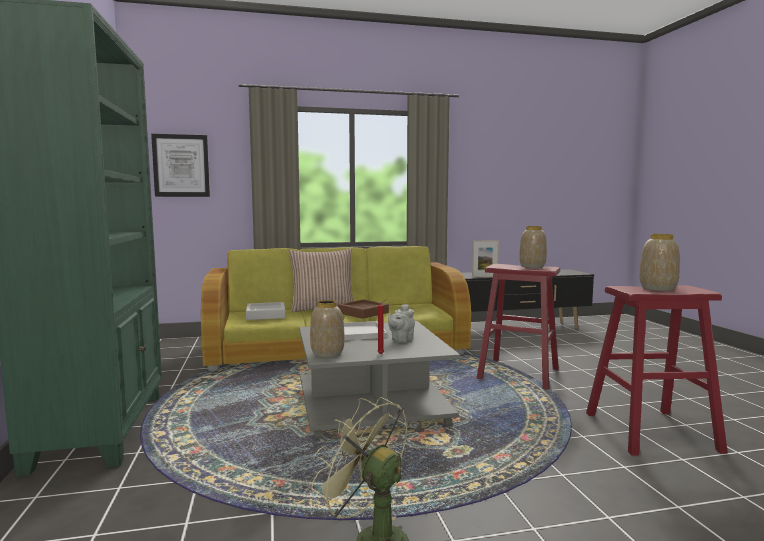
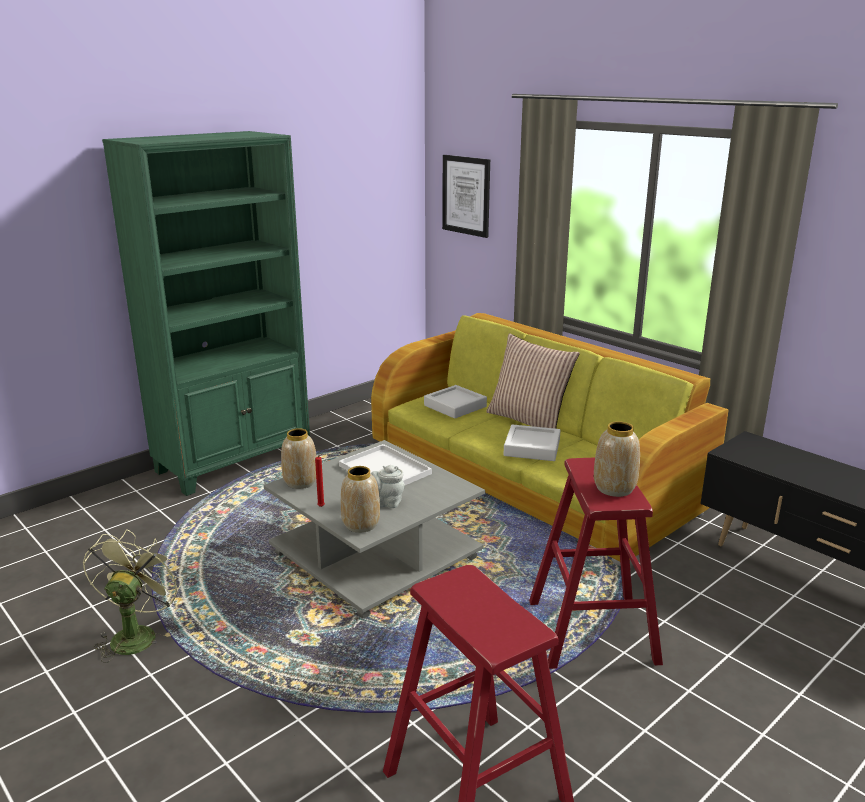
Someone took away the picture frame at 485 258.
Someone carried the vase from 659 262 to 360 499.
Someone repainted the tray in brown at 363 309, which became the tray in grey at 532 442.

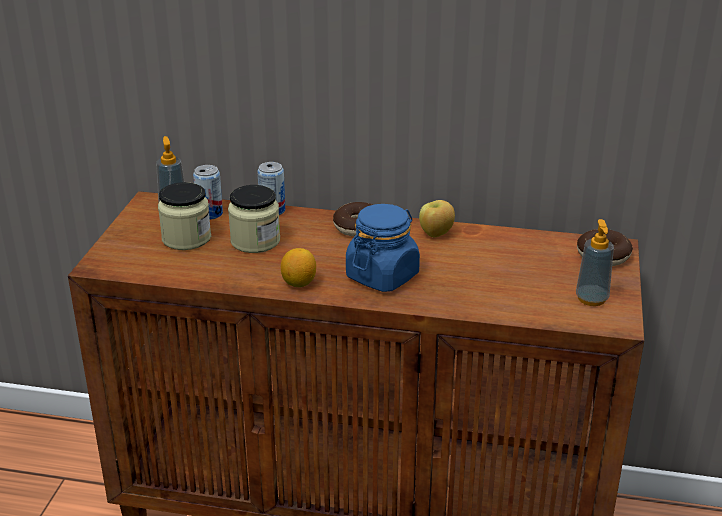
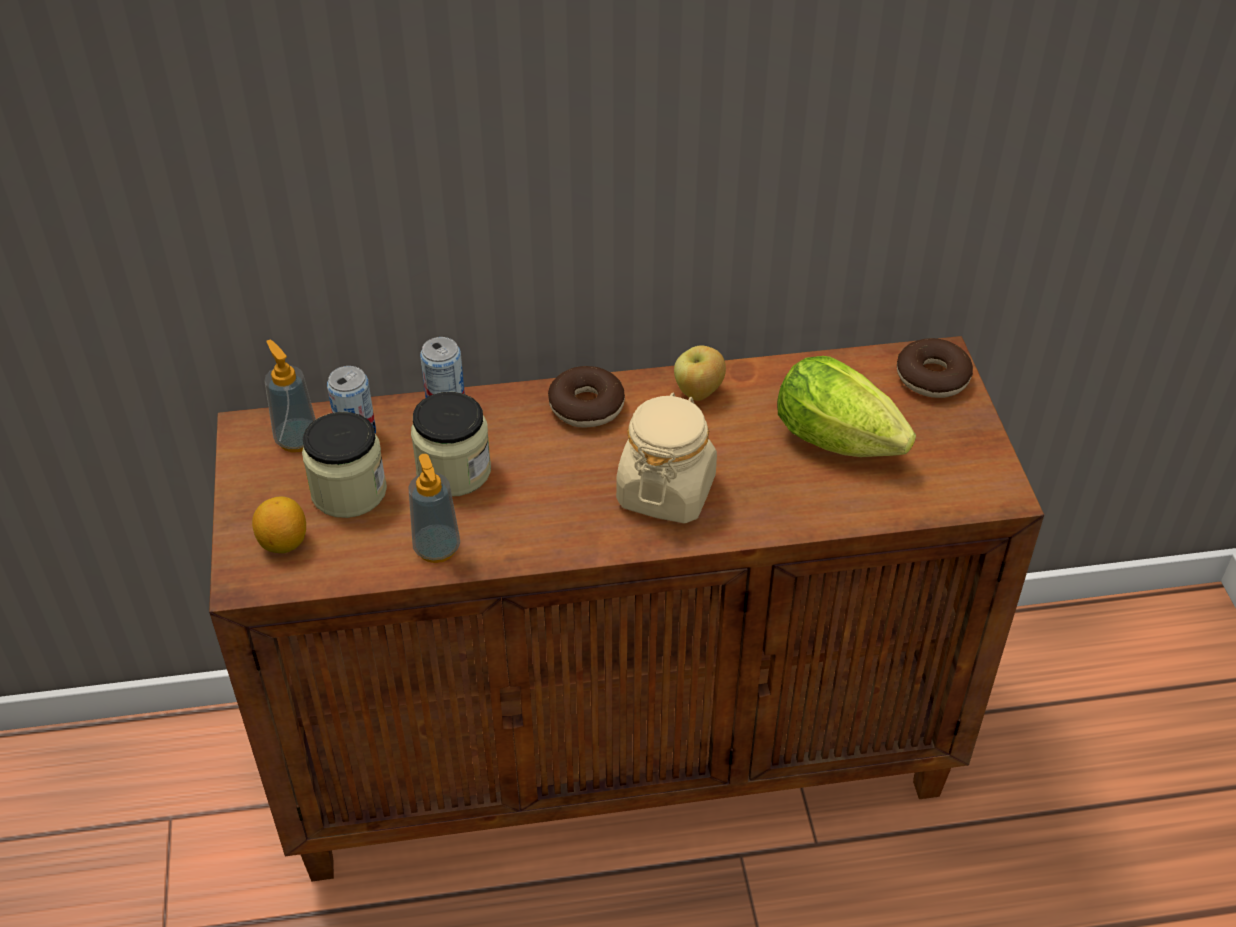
Someone put down the lettuce at 846 406.
Someone carried the lemon from 298 267 to 279 524.
Someone carried the soap dispenser from 595 262 to 434 508.
Someone repainted the jar in blue at 383 248, which became the jar in beige at 666 458.

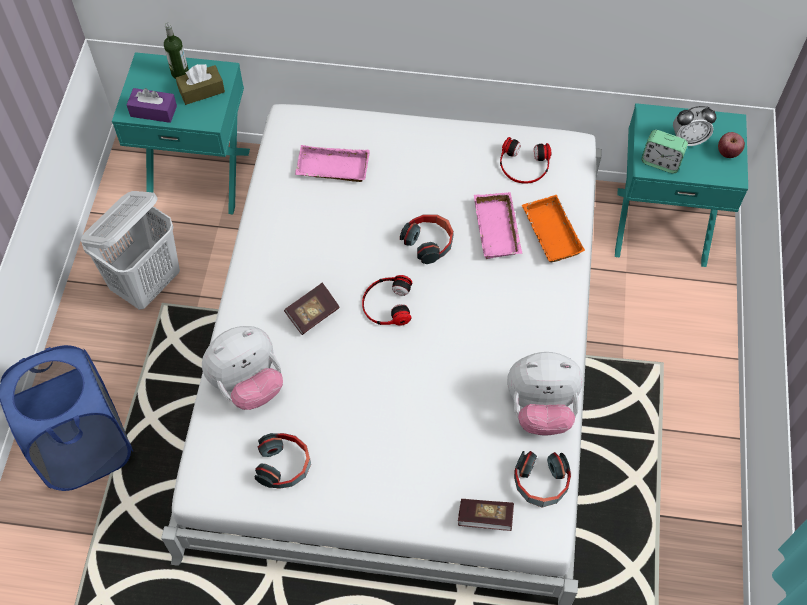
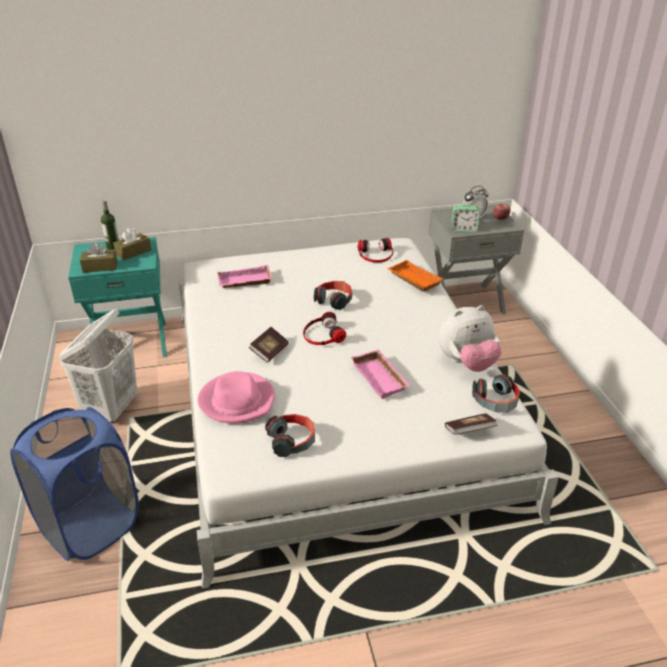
Someone carried the tray in pink from 498 225 to 380 374.
Someone swapped the plush toy at 242 368 for the hat in pink at 236 397.
Someone repainted the tissue box in purple at 152 105, which became the tissue box in brown at 99 258.
Someone repainted the nightstand in turquoise at 681 185, which became the nightstand in grey at 476 259.

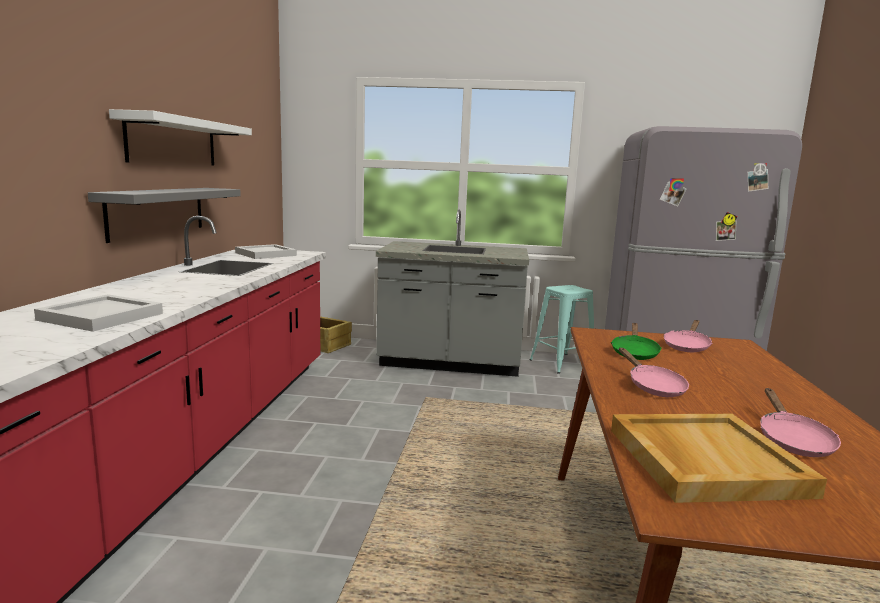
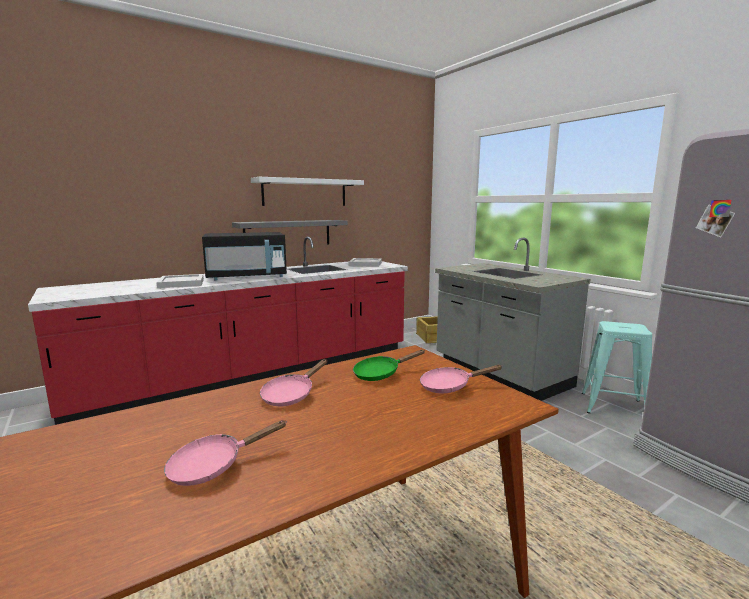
Someone took away the tray in beige at 719 458.
Someone put down the microwave in black at 244 256.

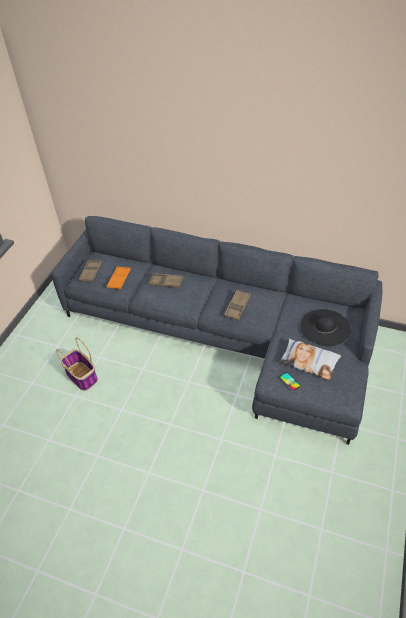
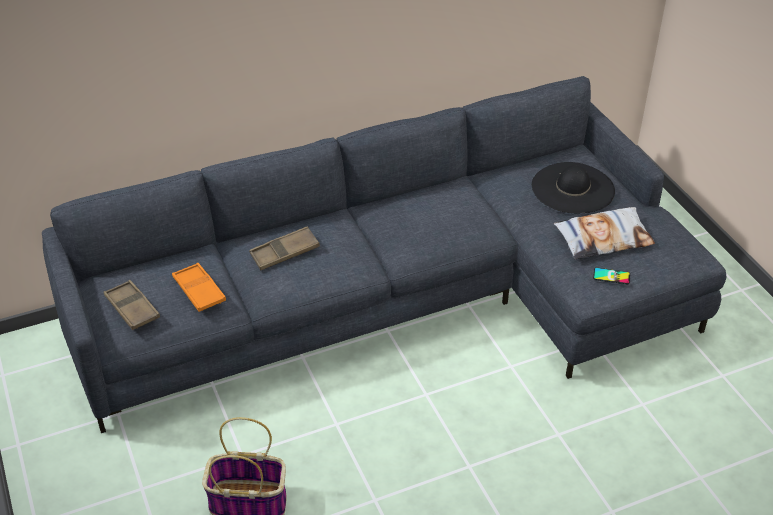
Someone took away the tray in brown at 237 305.

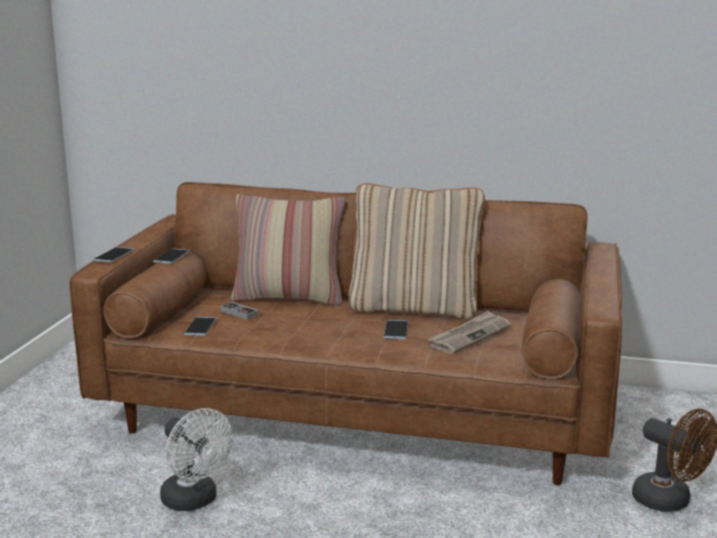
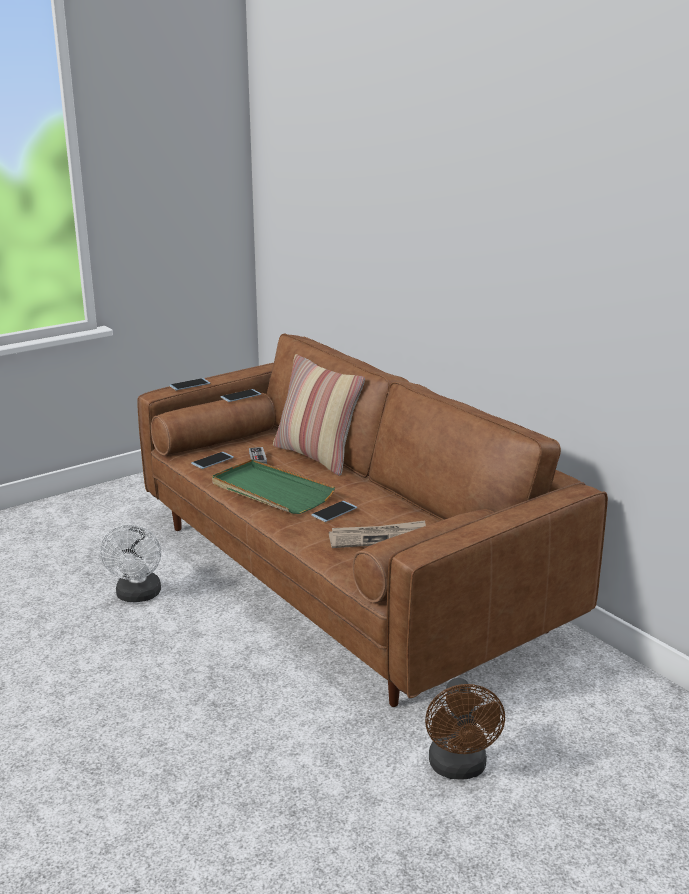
Someone took away the pillow in beige at 417 251.
Someone put down the tray in green at 273 486.

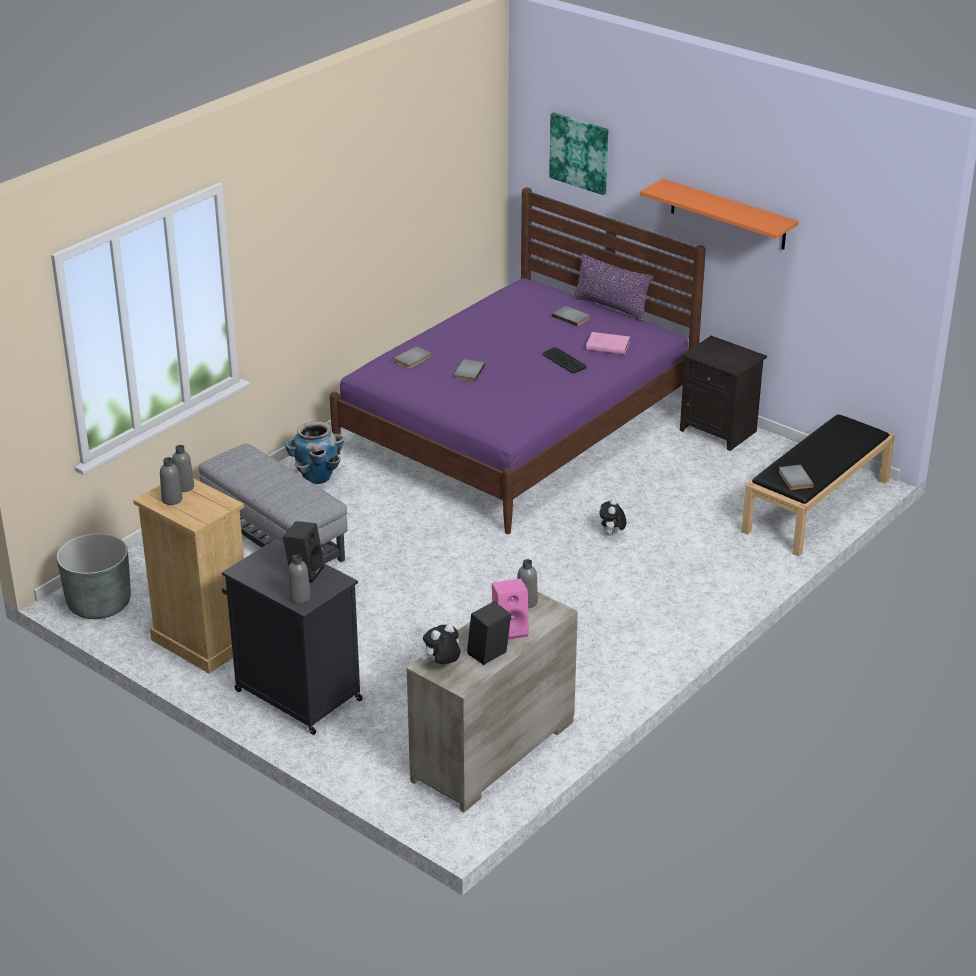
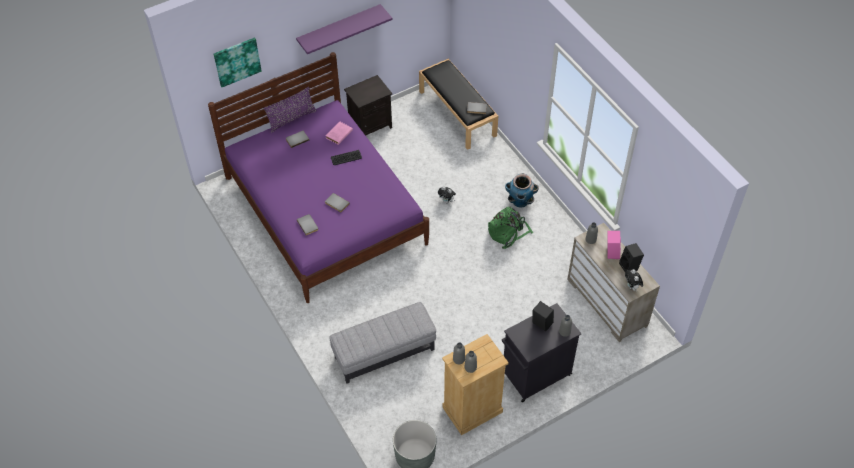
Someone put down the backpack in green at 510 228.
Someone carried the planter from 315 452 to 522 190.
Someone repainted the shelf in orange at 719 214, which became the shelf in purple at 344 29.

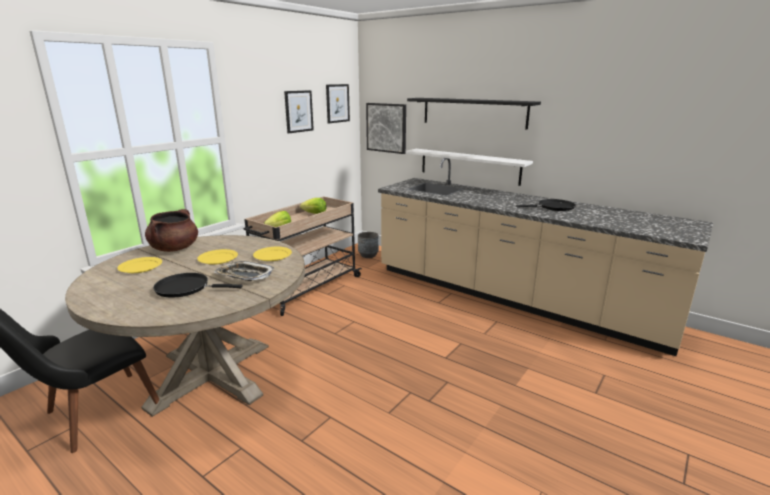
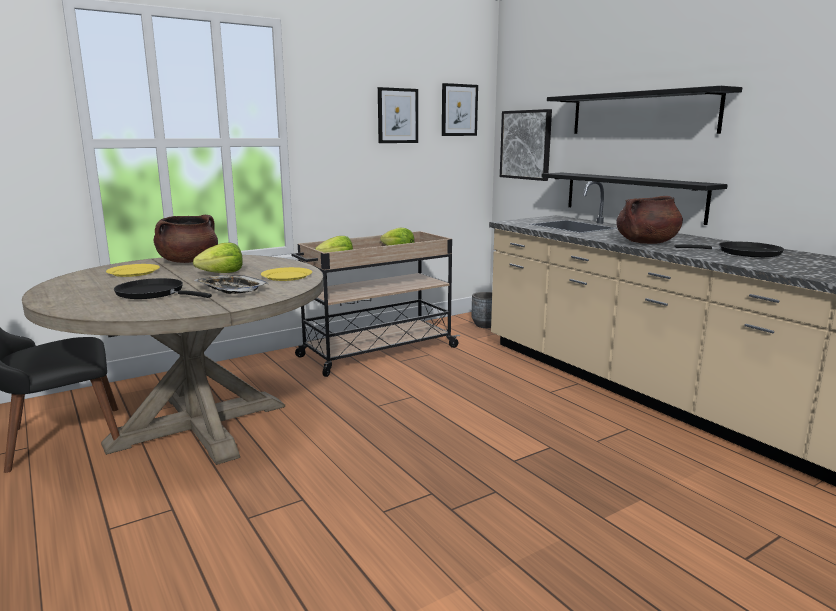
Someone put down the cooking pot in brown at 649 220.
Someone swapped the plate in yellow at 217 257 for the lettuce at 218 258.
Someone repainted the shelf in white at 469 167, which became the shelf in black at 635 199.

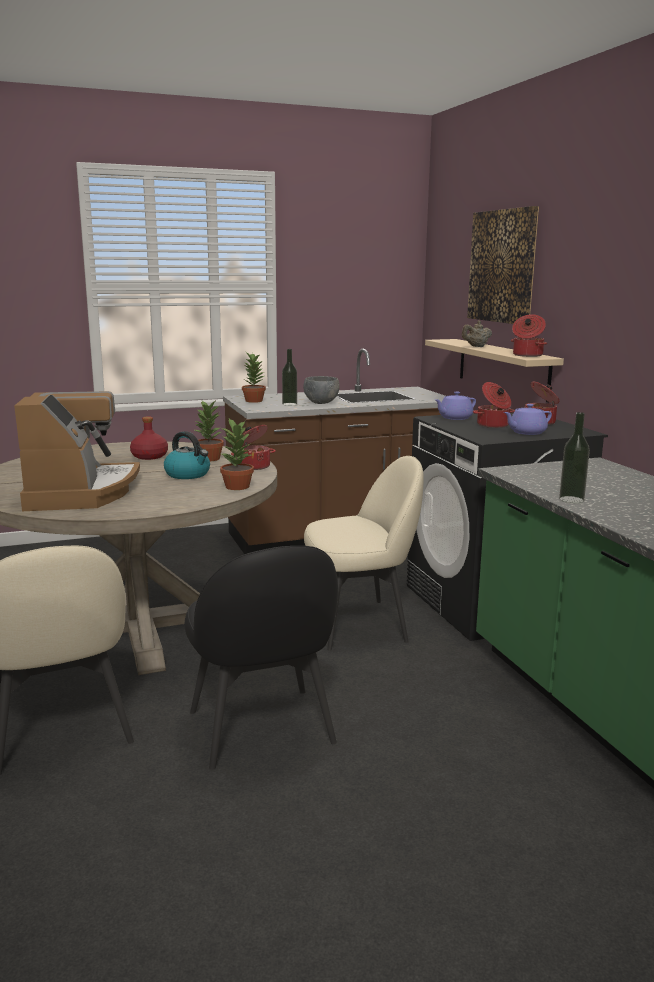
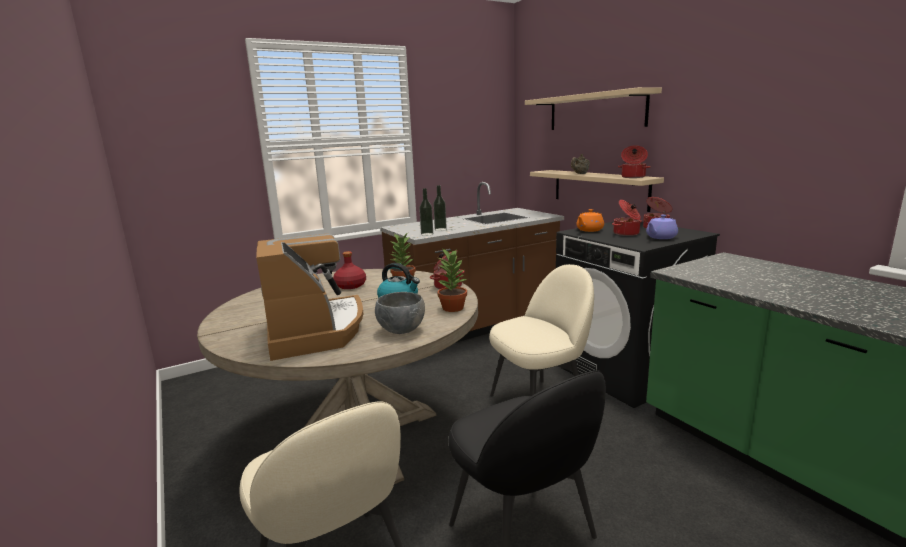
Someone took away the potted plant at 254 378.
Someone carried the bowl in grey from 321 390 to 400 313.
Someone carried the bottle from 574 457 to 426 212.
Someone swapped the picture at 503 265 for the shelf in beige at 593 108.
Someone repainted the teapot in purple at 455 406, which became the teapot in orange at 590 220.

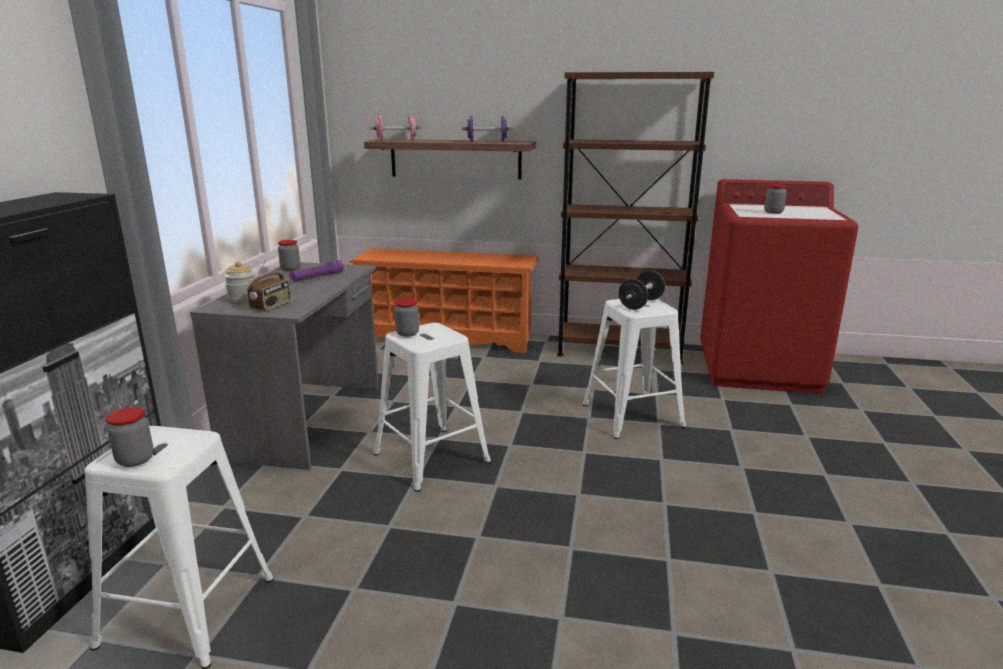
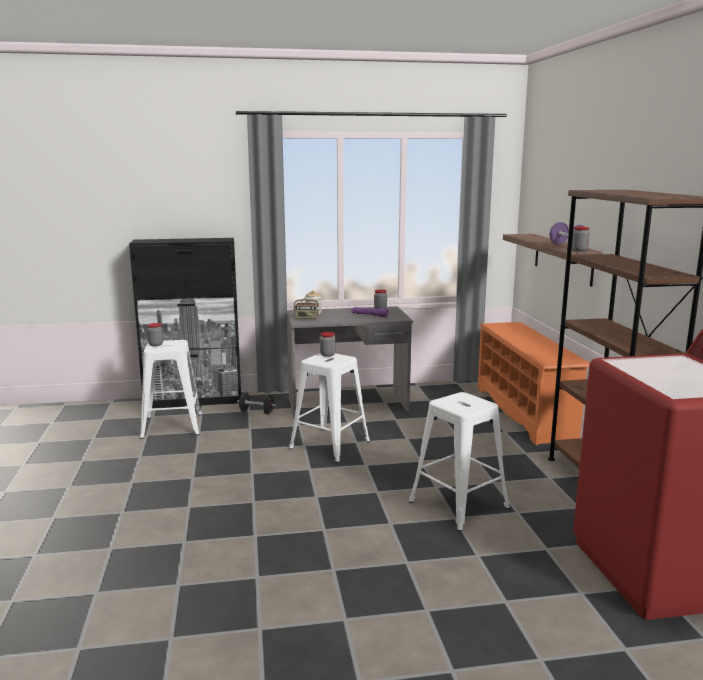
Someone took away the dumbbell in pink at 395 127.
Someone carried the dumbbell in black from 642 290 to 256 403.
Someone carried the jar from 775 199 to 581 239.

